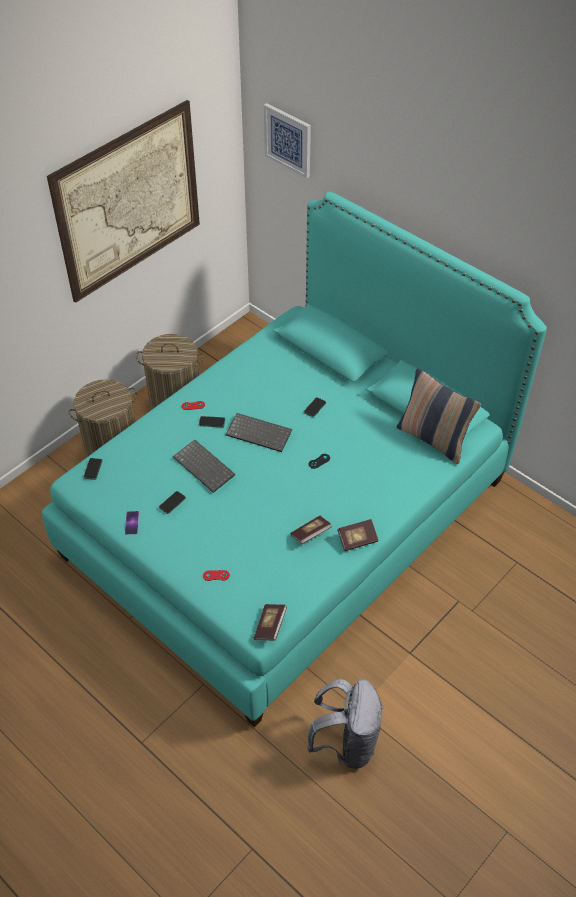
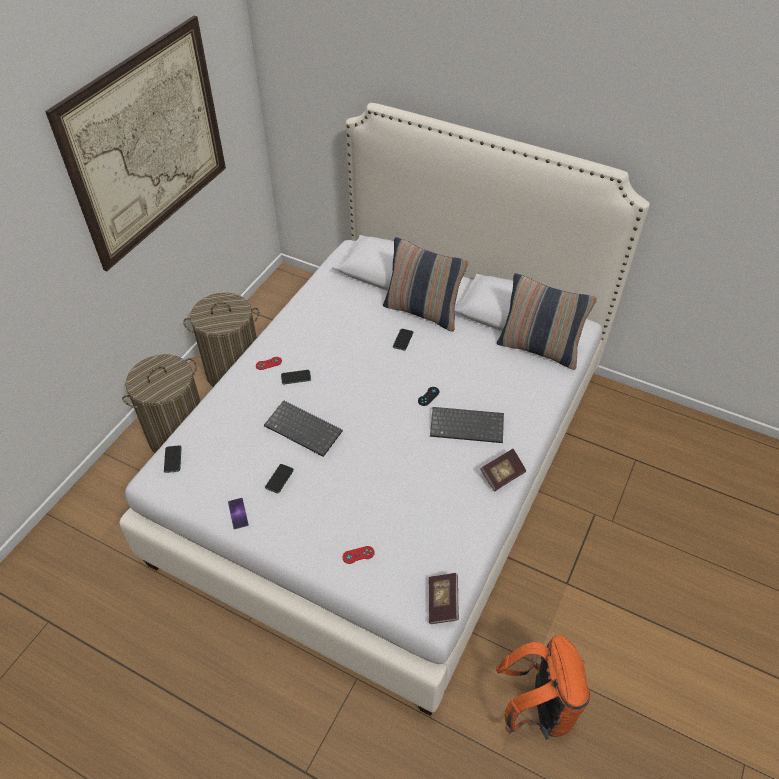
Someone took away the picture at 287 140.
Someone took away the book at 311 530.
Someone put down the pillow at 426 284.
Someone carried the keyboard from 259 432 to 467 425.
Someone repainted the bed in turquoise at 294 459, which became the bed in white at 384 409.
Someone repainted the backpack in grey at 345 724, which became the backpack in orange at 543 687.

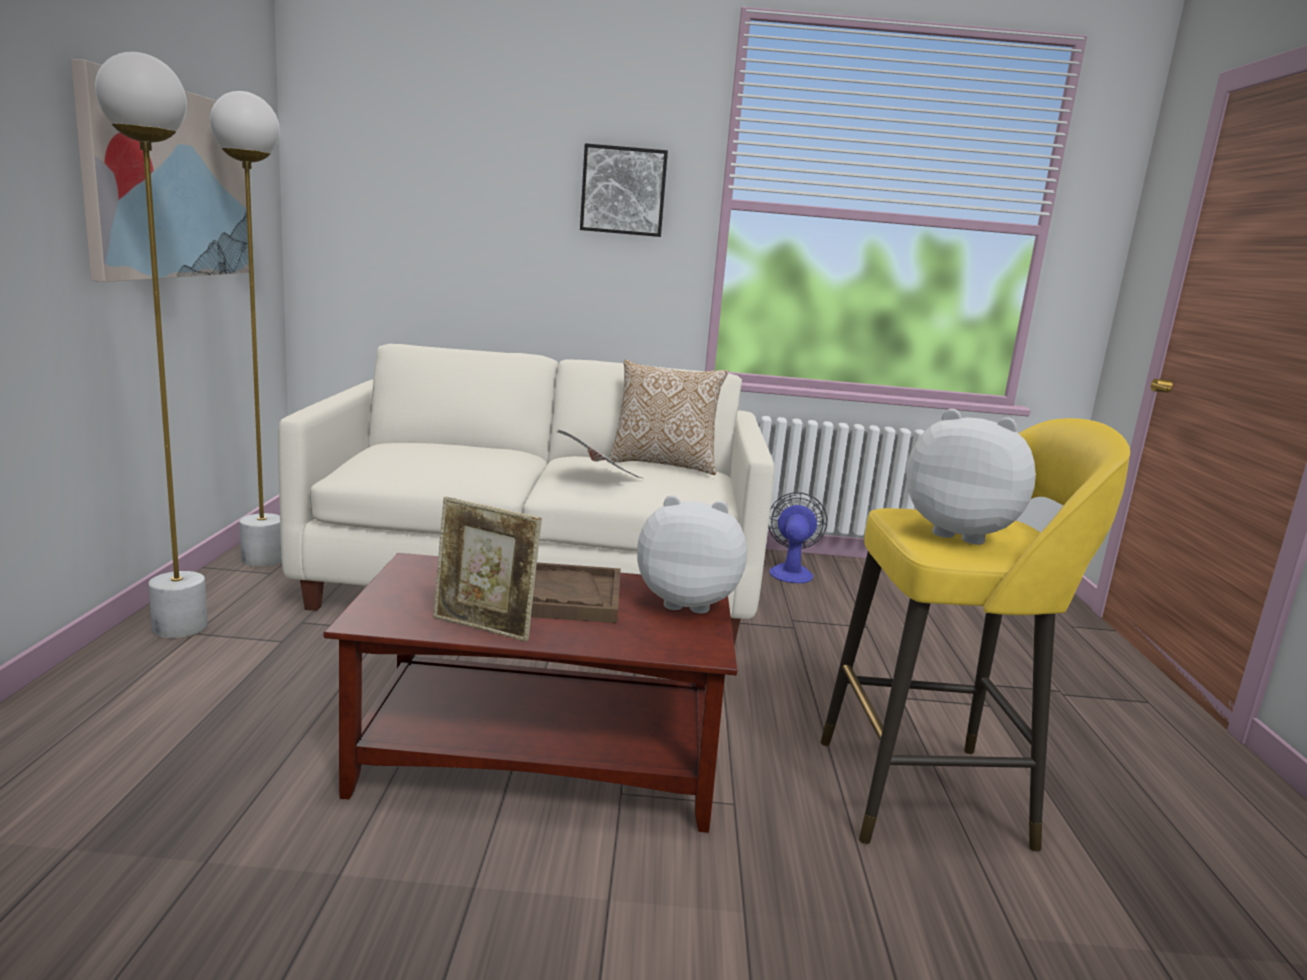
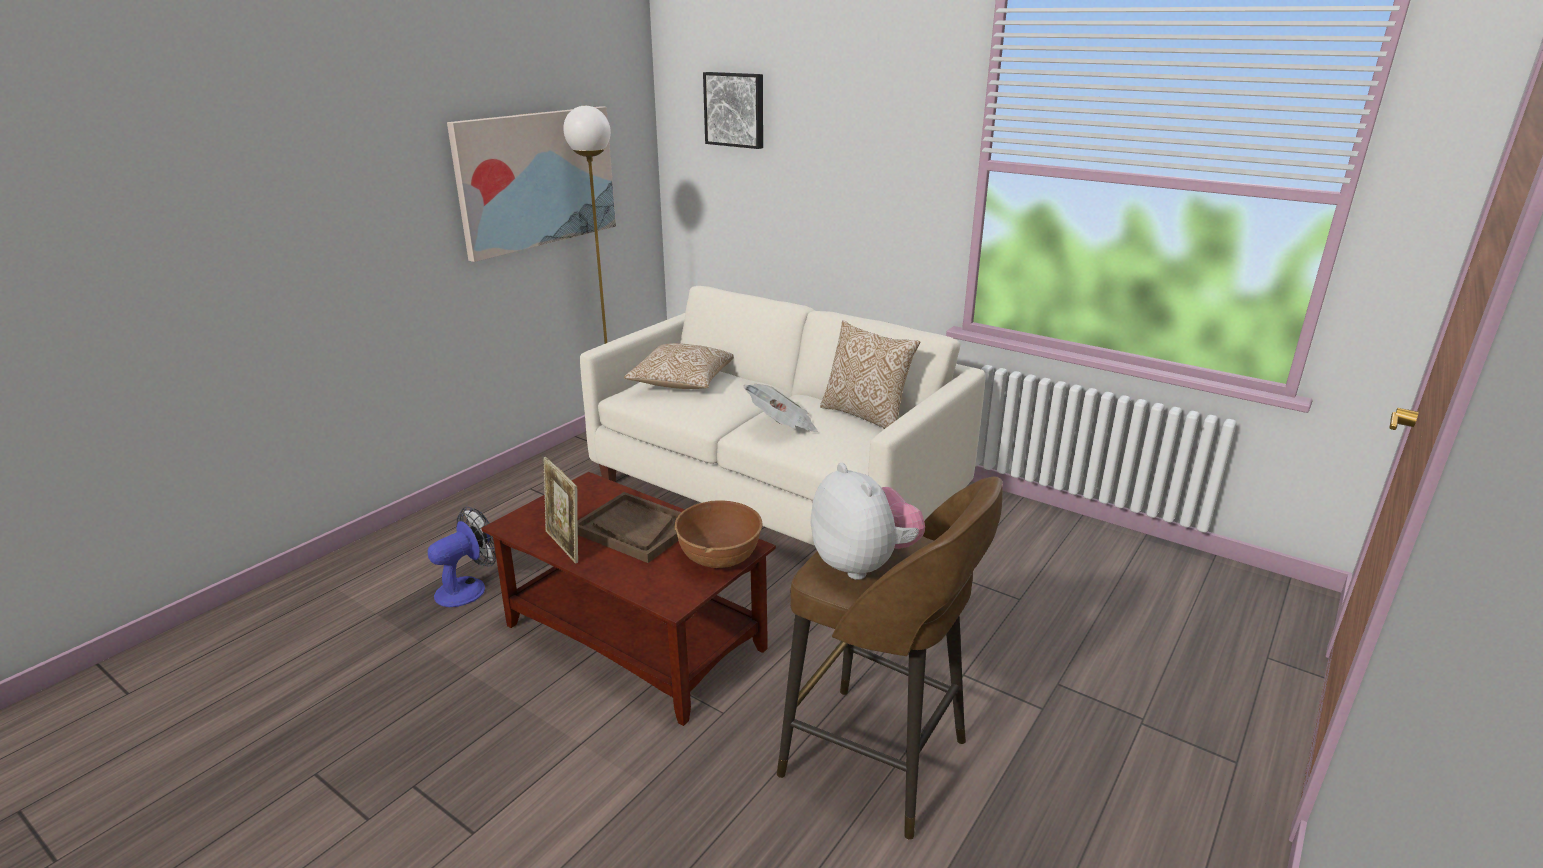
Someone took away the floor lamp in white at 151 345.
Someone put down the pillow at 679 366.
Someone carried the picture from 624 190 to 733 110.
Someone carried the fan from 797 537 to 462 556.
Someone swapped the plush toy at 692 554 for the bowl in brown at 718 534.
Someone repainted the stool in yellow at 975 635, which became the stool in brown at 890 658.

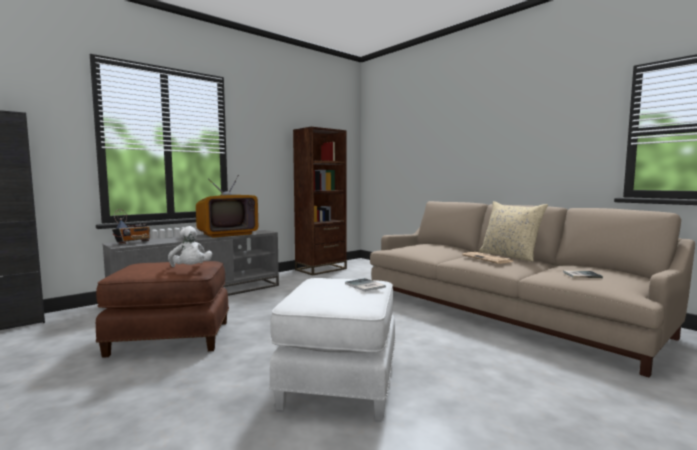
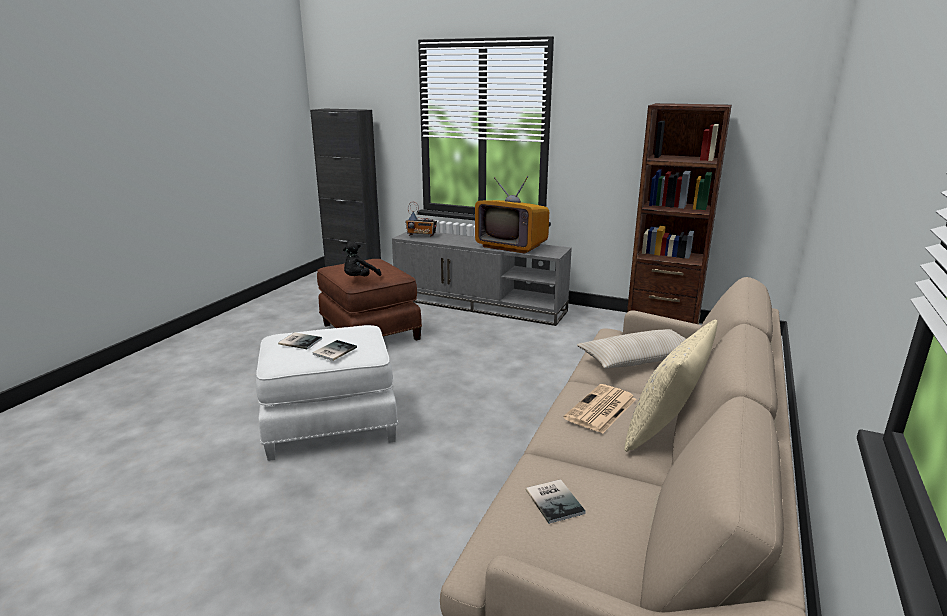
Someone put down the book at 300 340.
Someone put down the pillow in beige at 631 349.
Someone repainted the plush toy in white at 190 246, which became the plush toy in black at 362 258.

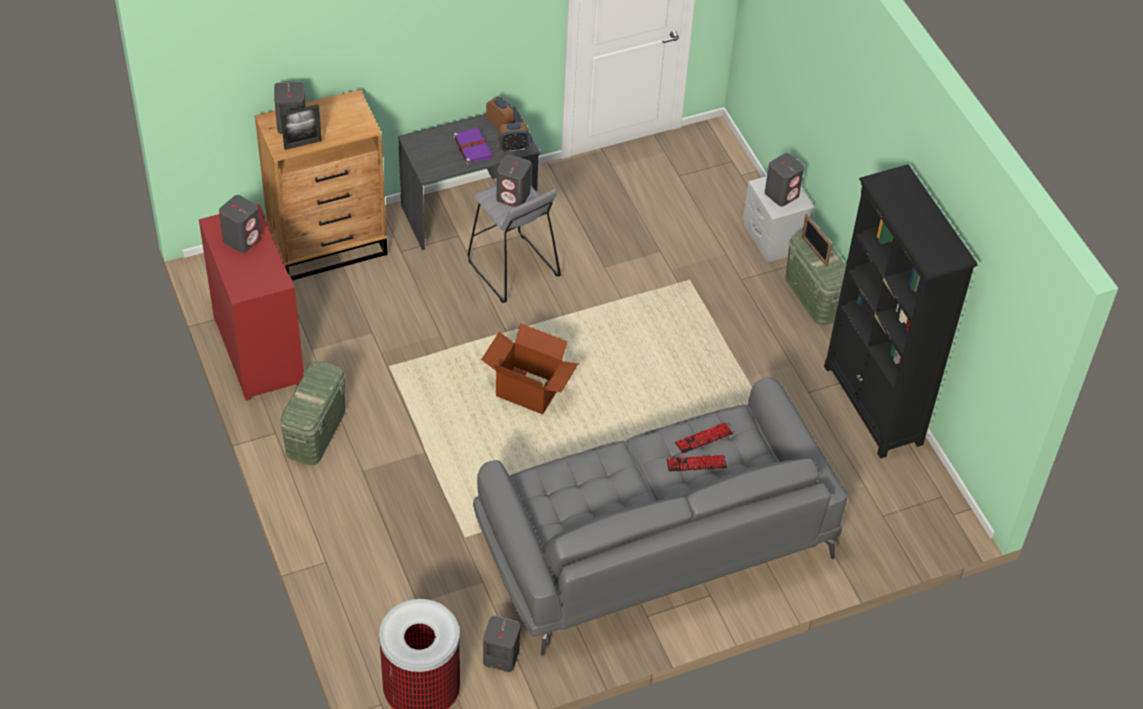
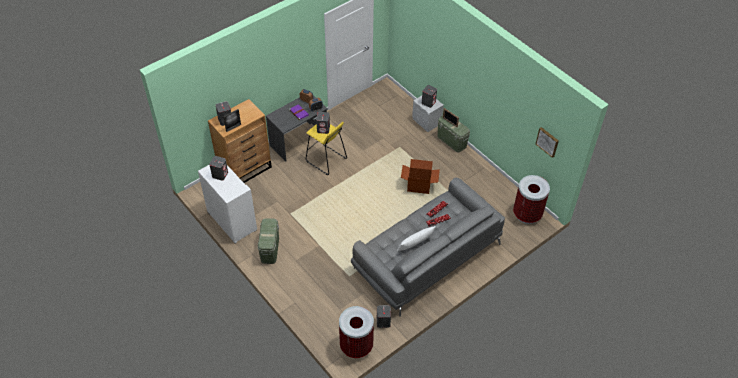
Someone took away the bookcase in black at 900 311.
Someone put down the pillow in white at 416 238.
Someone put down the trash can at 531 199.
Someone put up the picture at 547 142.
Someone carried the cardboard box from 529 368 to 420 176.
Someone repainted the cabinet in red at 251 302, which became the cabinet in white at 227 204.
Someone repainted the stool in grey at 514 243, which became the stool in yellow at 326 148.

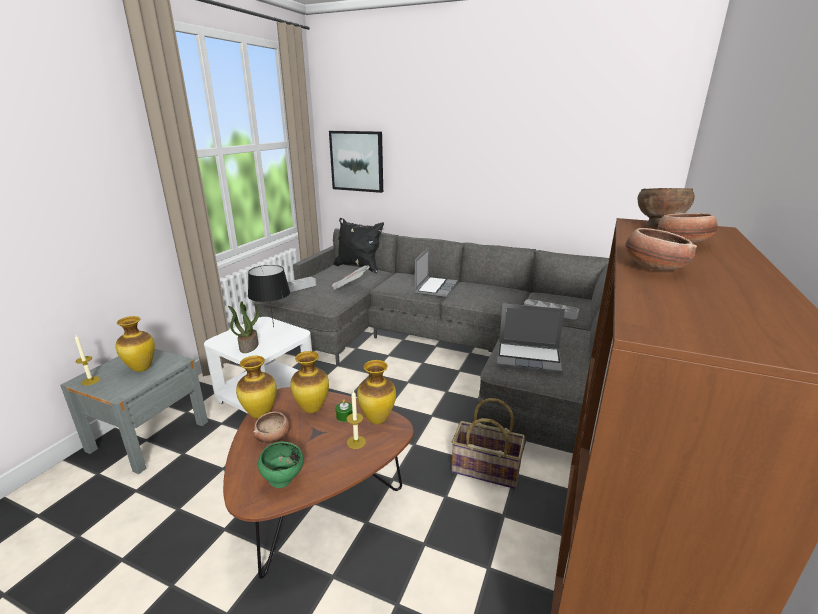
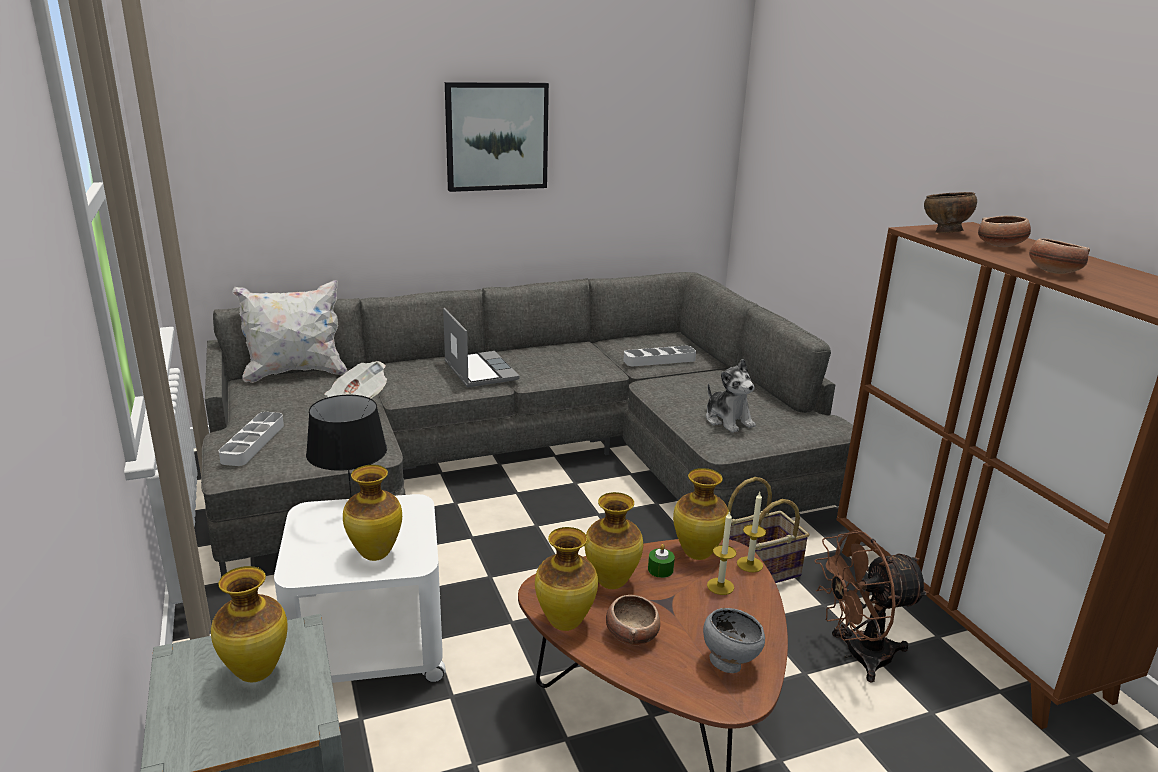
Someone put down the fan in brown at 872 606.
Someone carried the candle from 87 360 to 751 532.
Someone carried the picture from 356 162 to 497 137.
Someone swapped the potted plant at 243 327 for the vase at 372 513.
Someone swapped the laptop at 531 338 for the plush toy at 731 396.
Someone repainted the bowl in green at 281 465, which became the bowl in grey at 734 640.
Someone repainted the pillow in black at 358 245, which became the pillow in white at 289 331.

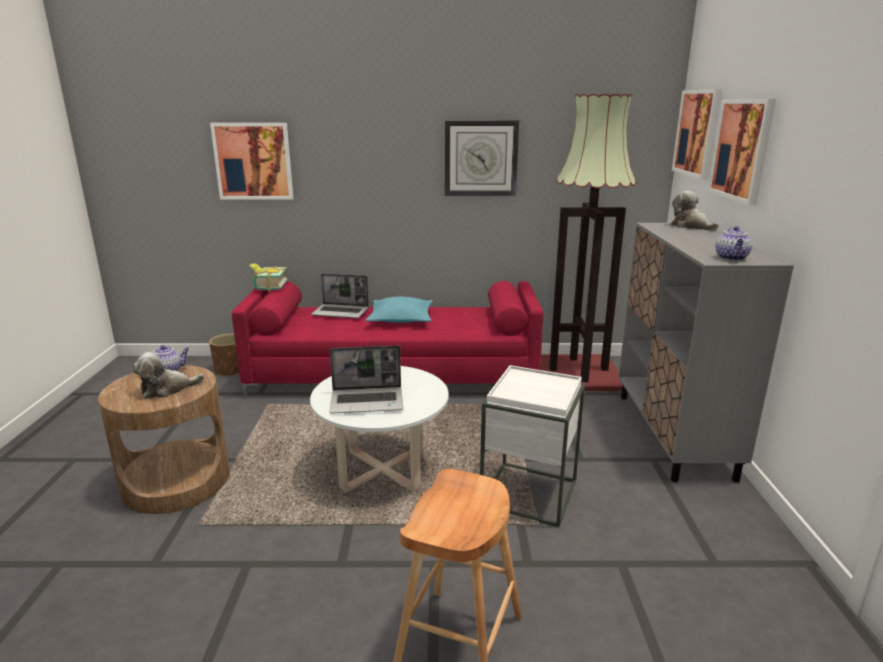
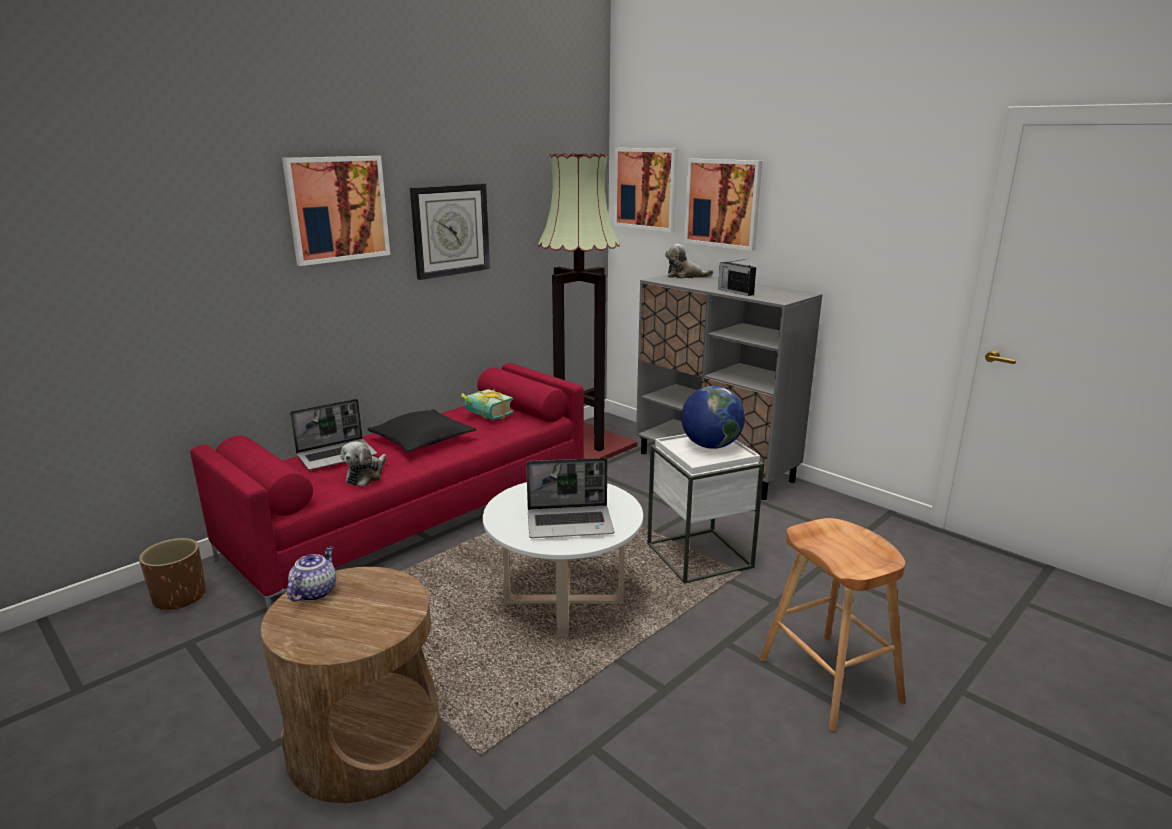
Someone took away the teapot at 734 243.
Someone put down the globe at 713 417.
Someone put down the radio at 737 277.
Someone carried the plush toy from 168 375 to 364 463.
Someone carried the picture from 251 161 to 336 211.
Someone carried the book from 269 277 to 487 404.
Someone repainted the pillow in turquoise at 399 309, which became the pillow in black at 421 431.
Someone rotated the laptop at 366 379 by 45 degrees clockwise.

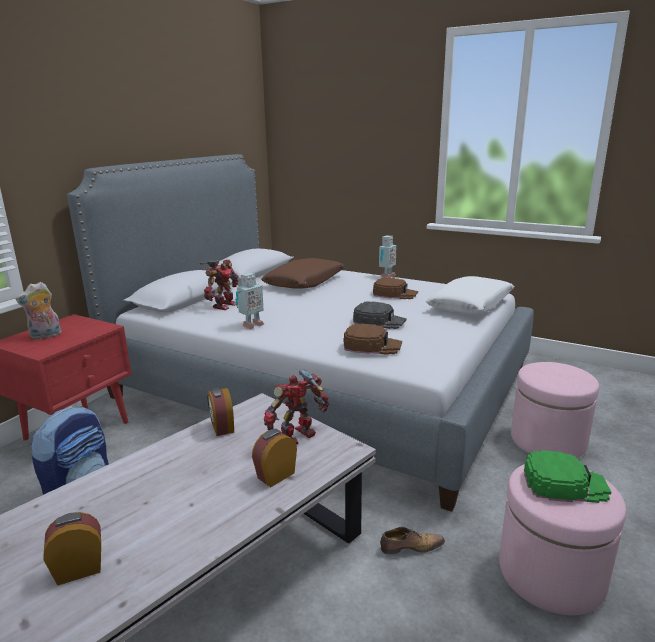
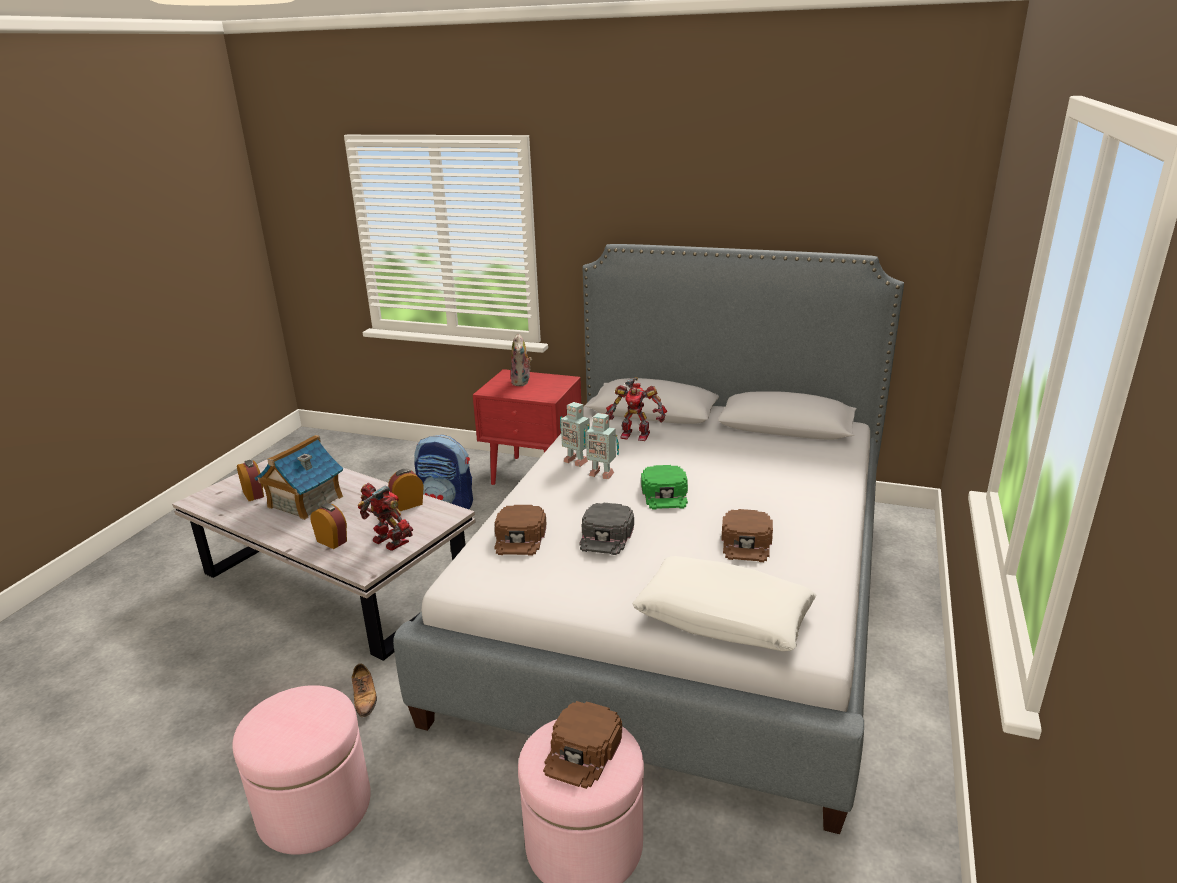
Someone took away the pillow in brown at 303 273.
Someone put down the toy house at 299 477.
Someone put down the cap in brown at 582 745.
Someone carried the toy robot from 388 256 to 601 446.
Someone carried the cap in green from 567 476 to 664 487.
Someone rotated the plush toy at 38 311 by 135 degrees counterclockwise.

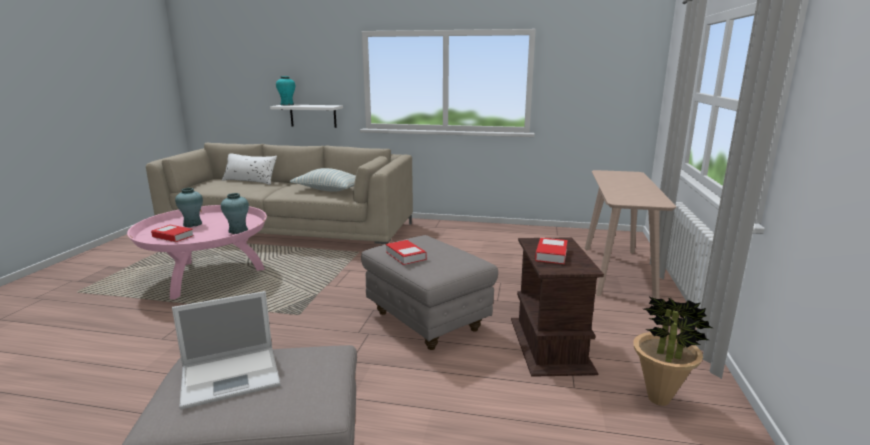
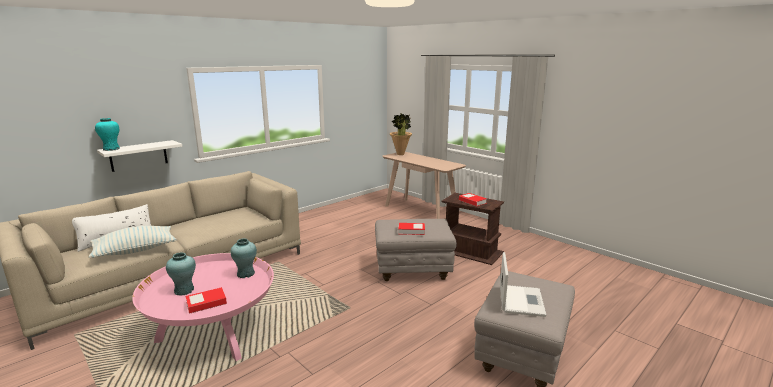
Someone carried the pillow from 323 180 to 133 242.
Someone carried the potted plant from 673 351 to 401 134.

